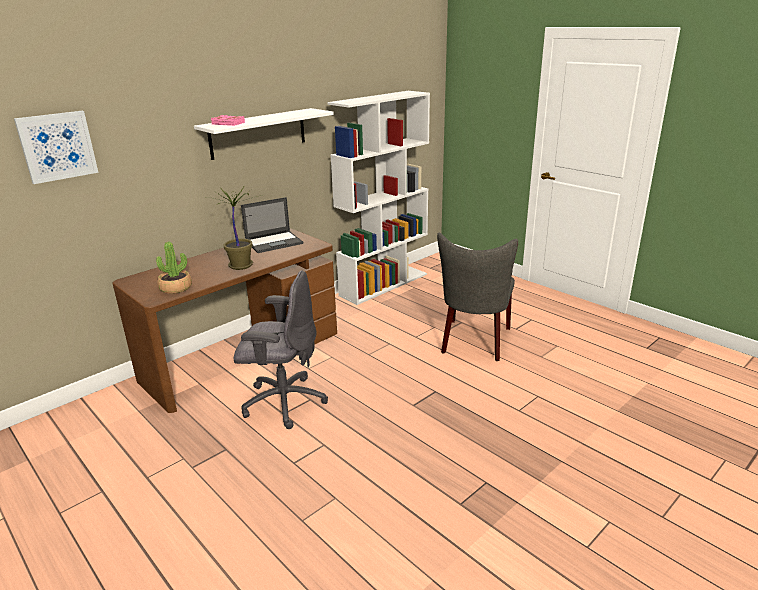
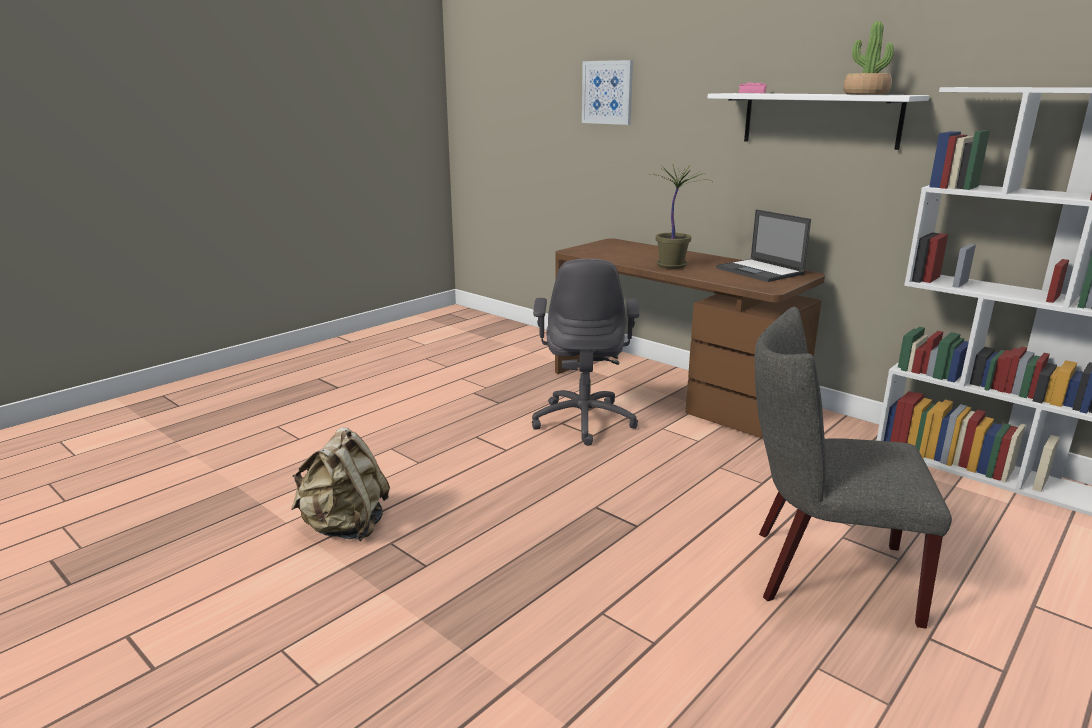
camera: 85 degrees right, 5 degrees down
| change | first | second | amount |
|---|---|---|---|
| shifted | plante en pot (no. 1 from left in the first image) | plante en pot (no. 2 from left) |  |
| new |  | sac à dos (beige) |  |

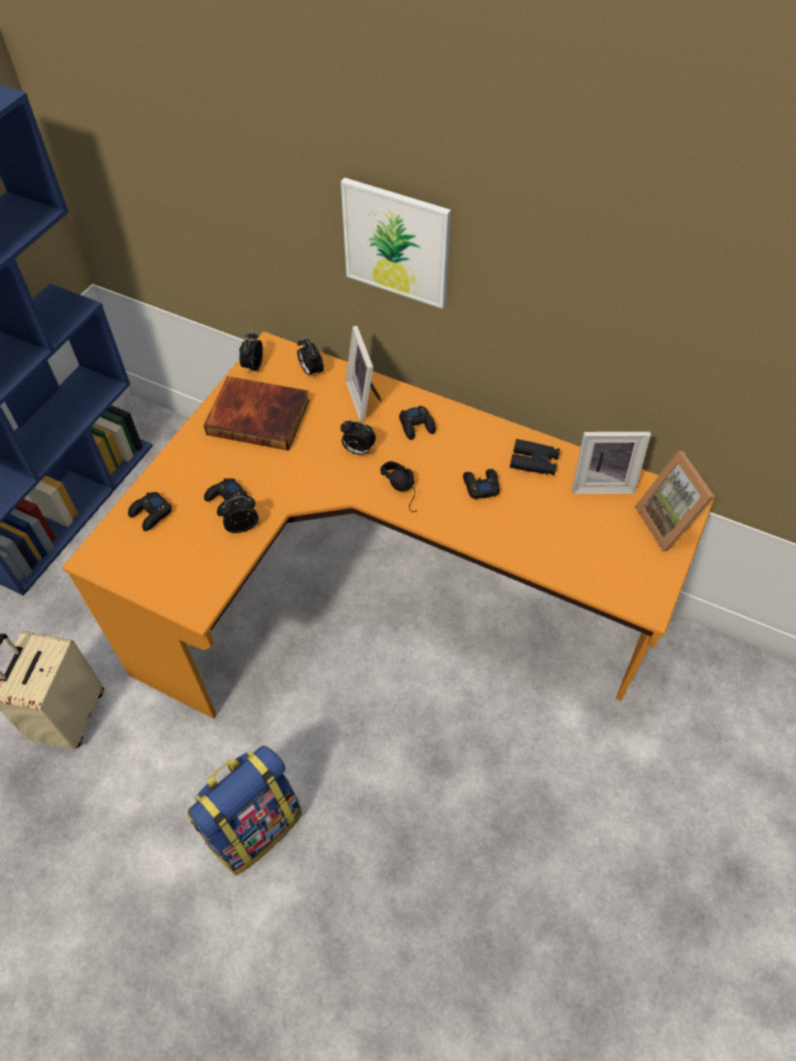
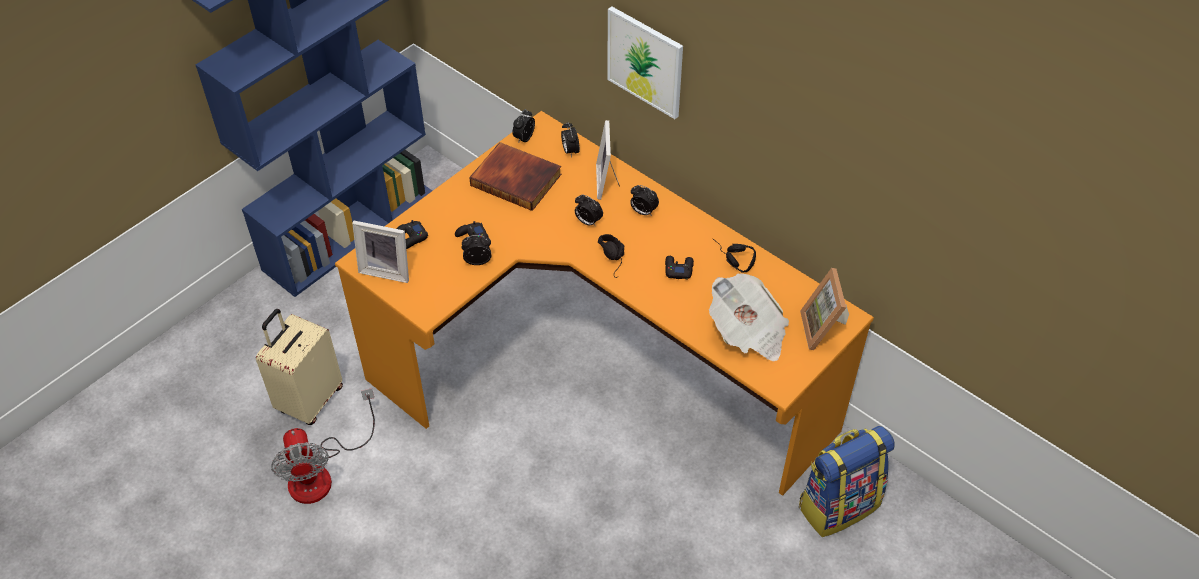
camera: 15 degrees right, 5 degrees down
| change | first | second | amount |
|---|---|---|---|
| swapped | manette (noir) (no. 3 from left) | réveil (no. 5 from left) |  |
| shifted | cadre photo (no. 2 from left in the first image) | cadre photo (no. 1 from left) |  |
| swapped | jumelles (noir) | casque audio (noir) (no. 2 from left) |  |
| shifted | sac à dos |  |  |
| new |  | journal |  |
| new |  | ventilateur |  |

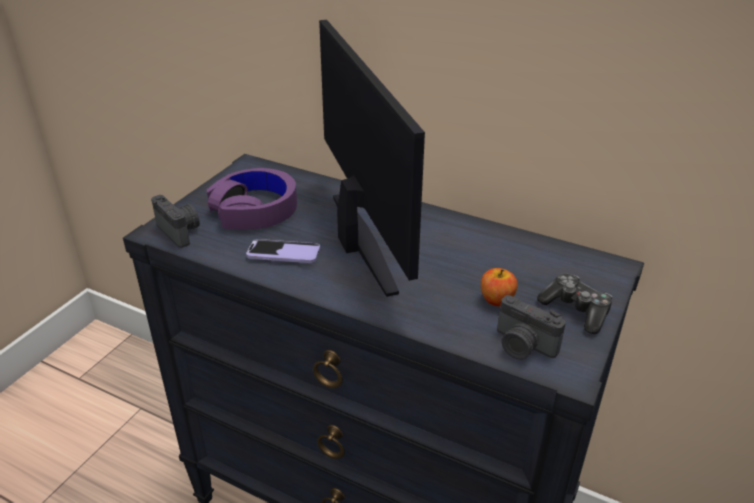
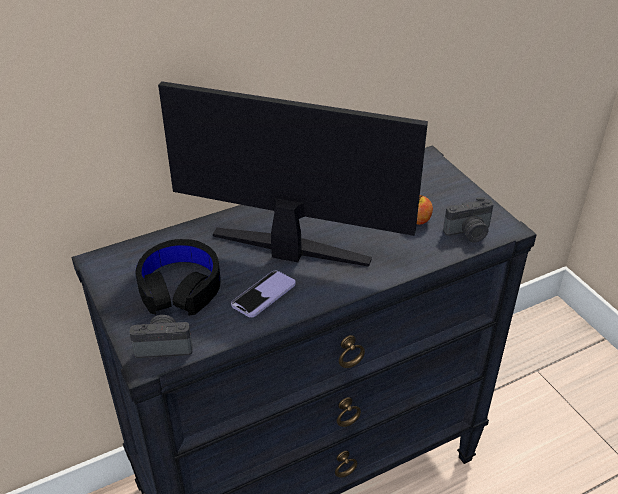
camera: 55 degrees left, 5 degrees up
| change | first | second | amount |
|---|---|---|---|
| repainted | casque audio (violet) | casque audio (noir) |  |
| gone | manette |  |  |

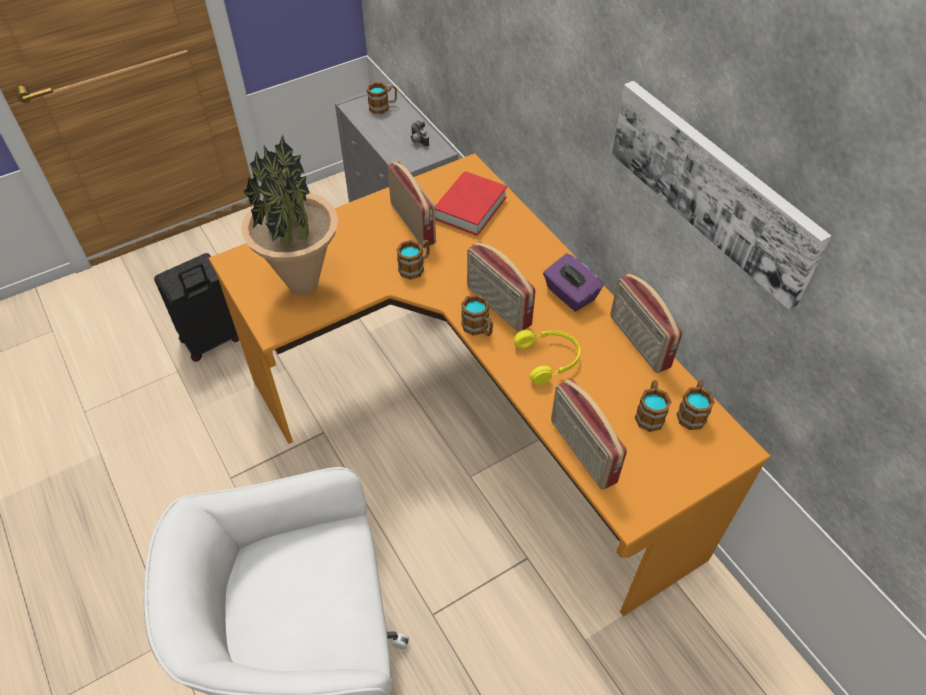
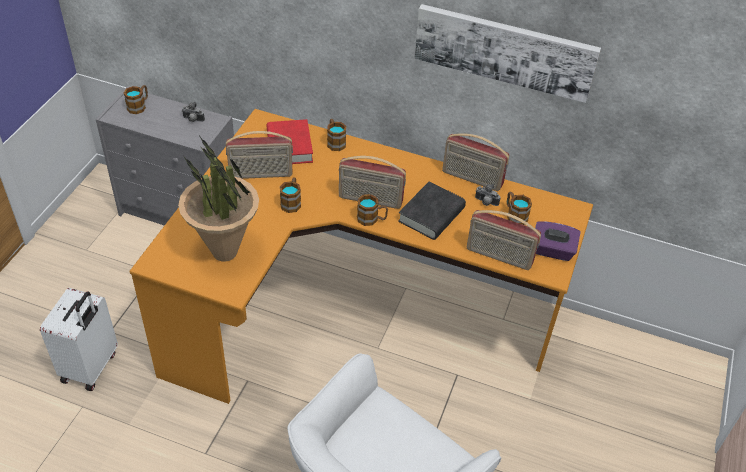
camera: 40 degrees left, 5 degrees down
| change | first | second | amount |
|---|---|---|---|
| rotated | radio (no. 1 from left) |  | 150 degrees clockwise |
| repainted | valise (noir) | valise (blanc) |  |
| shifted | boîte à mouchoirs (violet) |  |  |
| swapped | casque audio (jaune) | livre (noir) |  |
| shifted | mug (no. 5 from left in the first image) | mug (no. 3 from left) |  |
| new |  | appareil photo (no. 2 from left) |  |

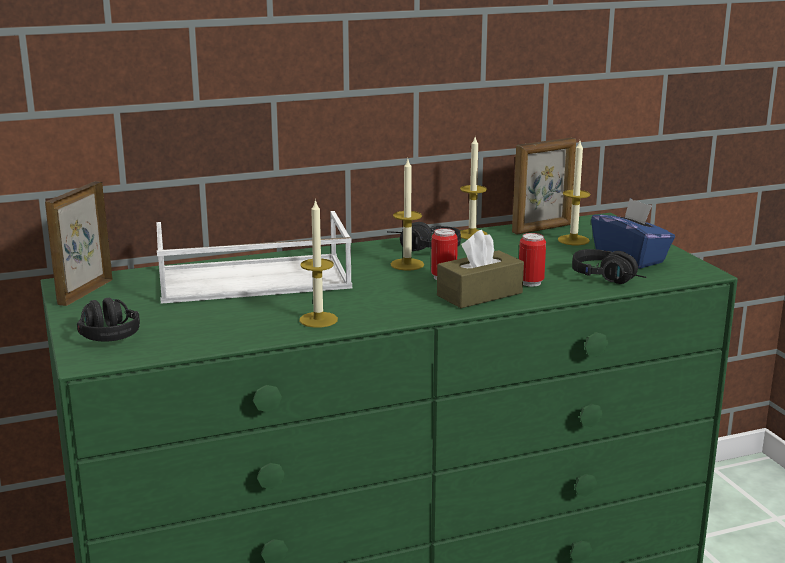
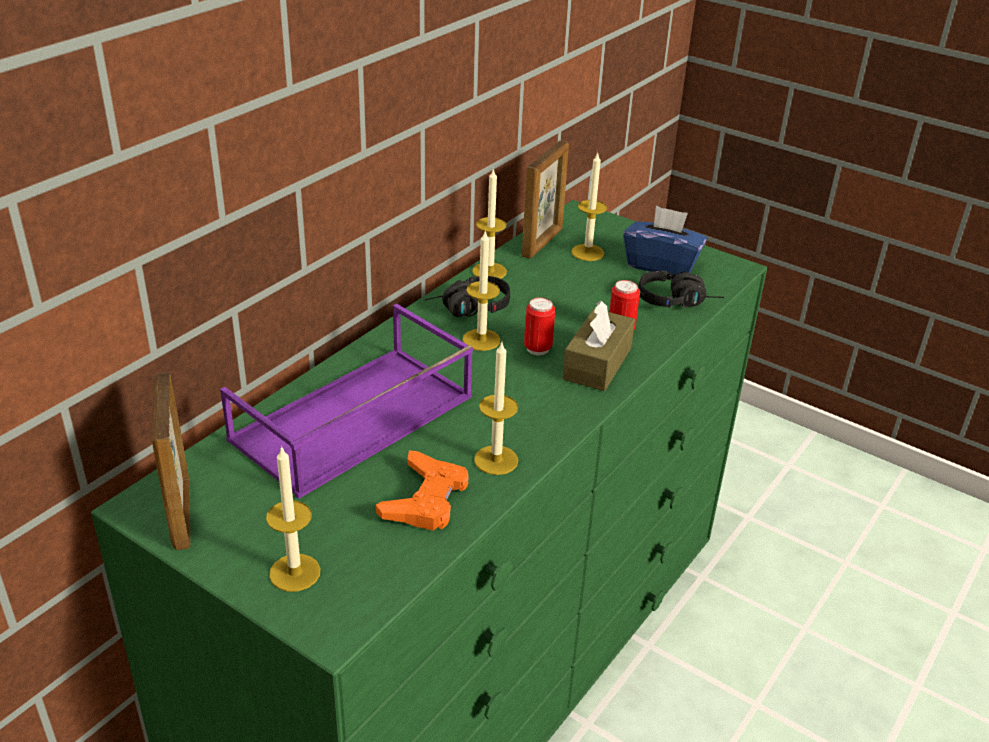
camera: 35 degrees left, 15 degrees up
| change | first | second | amount |
|---|---|---|---|
| repainted | plateau (blanc) | plateau (violet) |  |
| swapped | casque audio (noir) (no. 1 from left) | bougie (no. 1 from left) |  |
| new |  | manette (orange) |  |

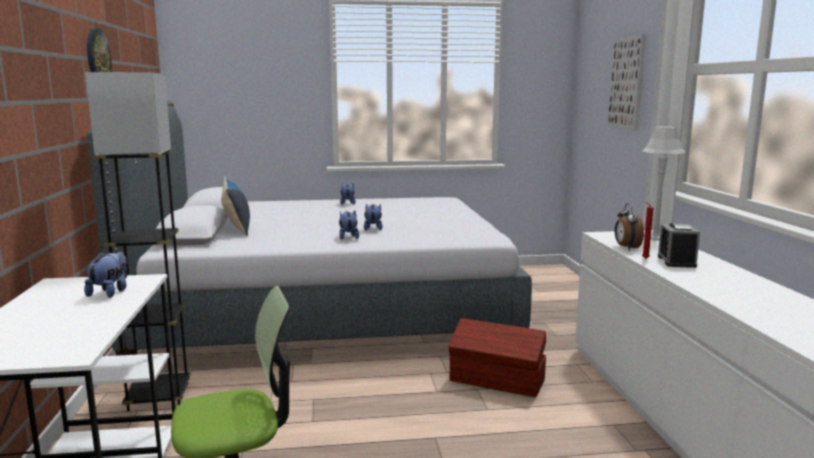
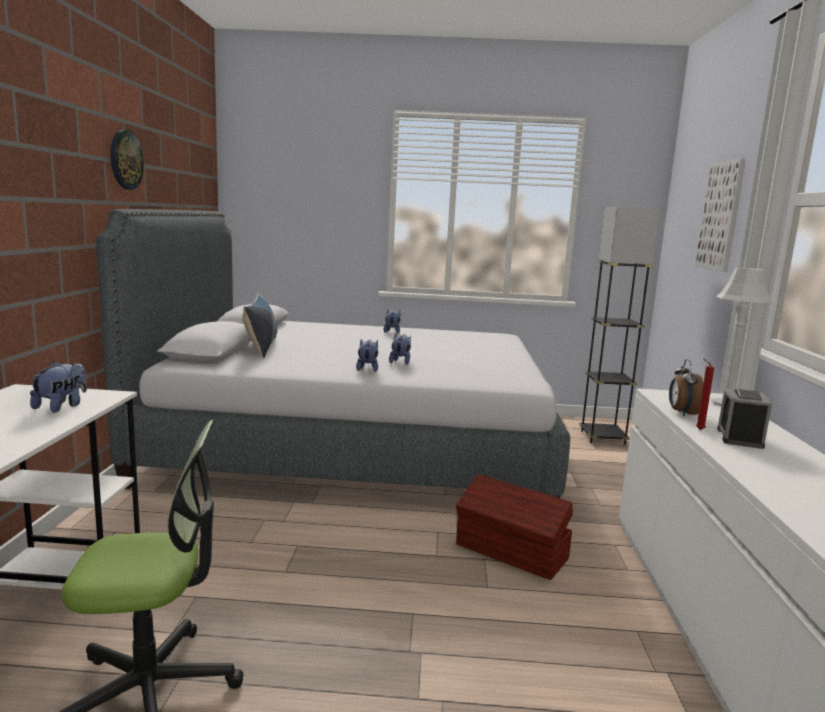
camera: 10 degrees right, 0 degrees up
| change | first | second | amount |
|---|---|---|---|
| shifted | lampadaire (gris) |  |  |

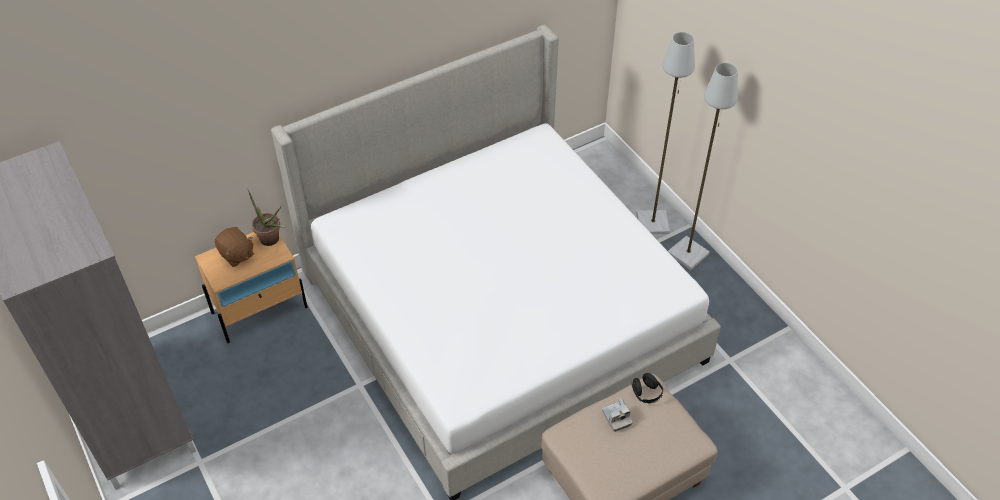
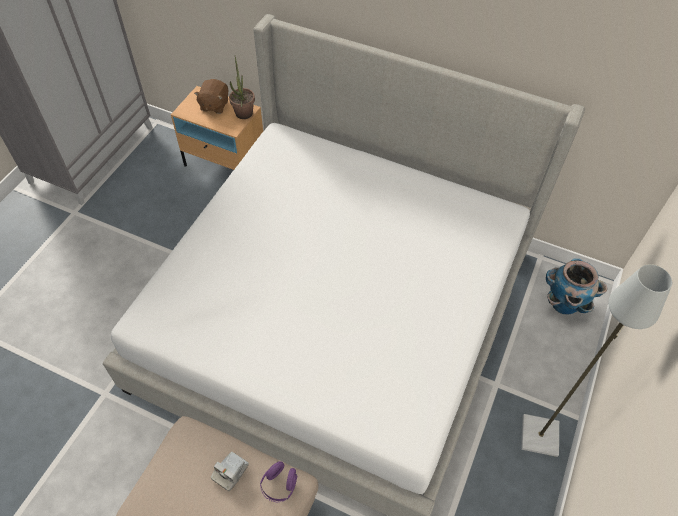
camera: 55 degrees right, 5 degrees up
| change | first | second | amount |
|---|---|---|---|
| gone | lampadaire (gris) (no. 1 from left) |  |  |
| repainted | casque audio (noir) | casque audio (violet) |  |
| new |  | cache-pot |  |

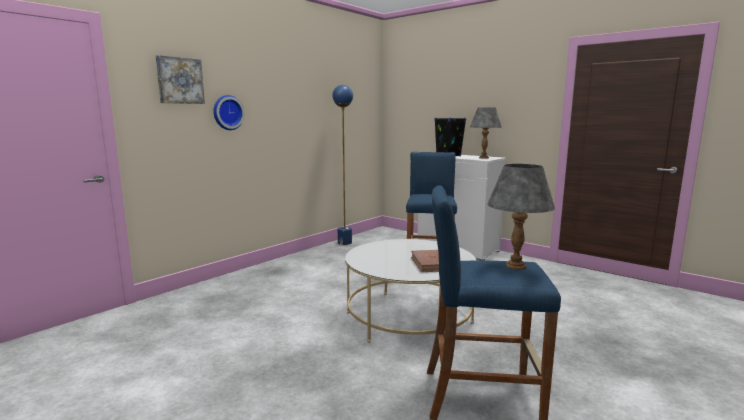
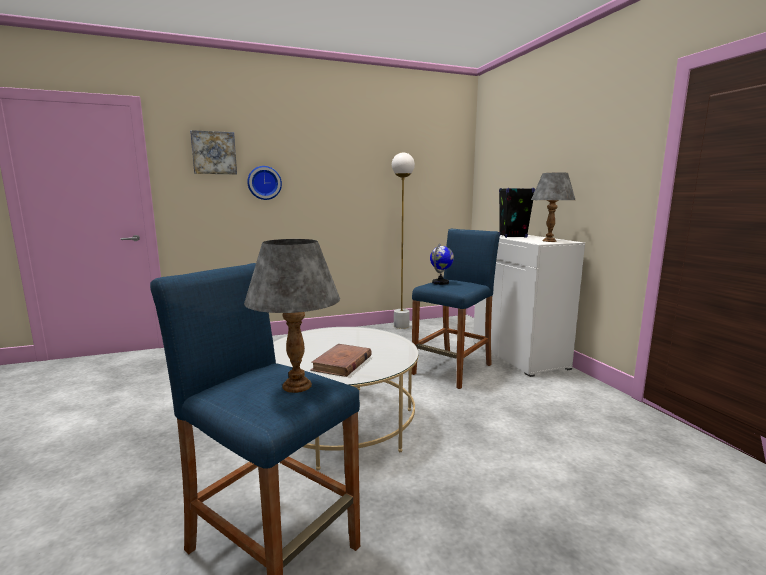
camera: 30 degrees right, 0 degrees up
| change | first | second | amount |
|---|---|---|---|
| repainted | lampadaire (bleu) | lampadaire (blanc) |  |
| new |  | globe |  |

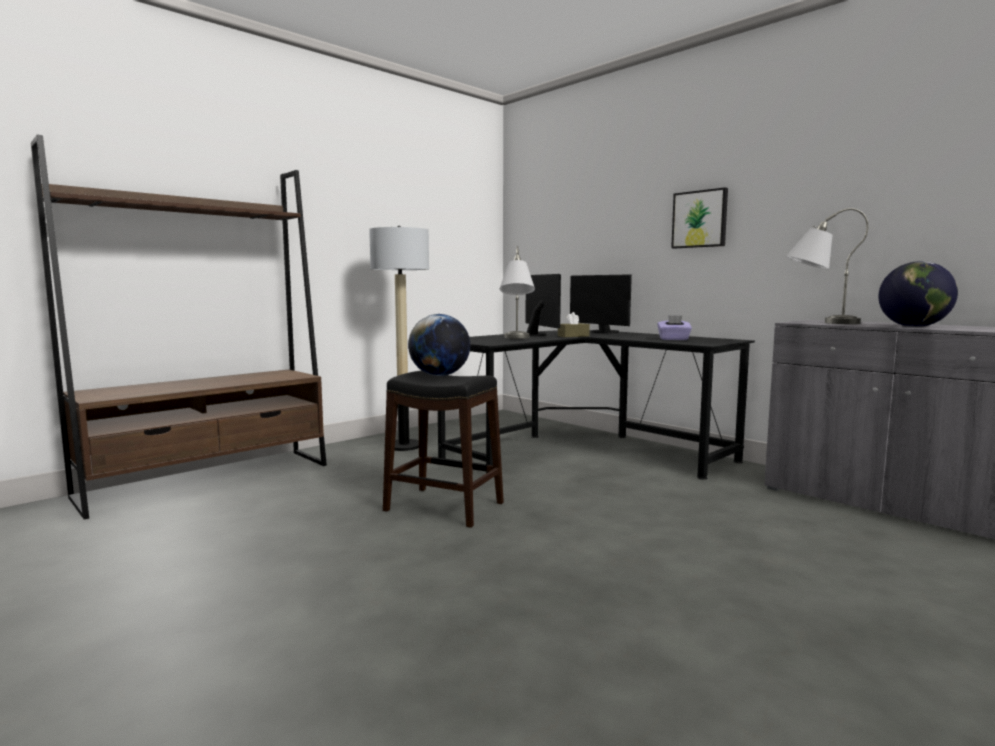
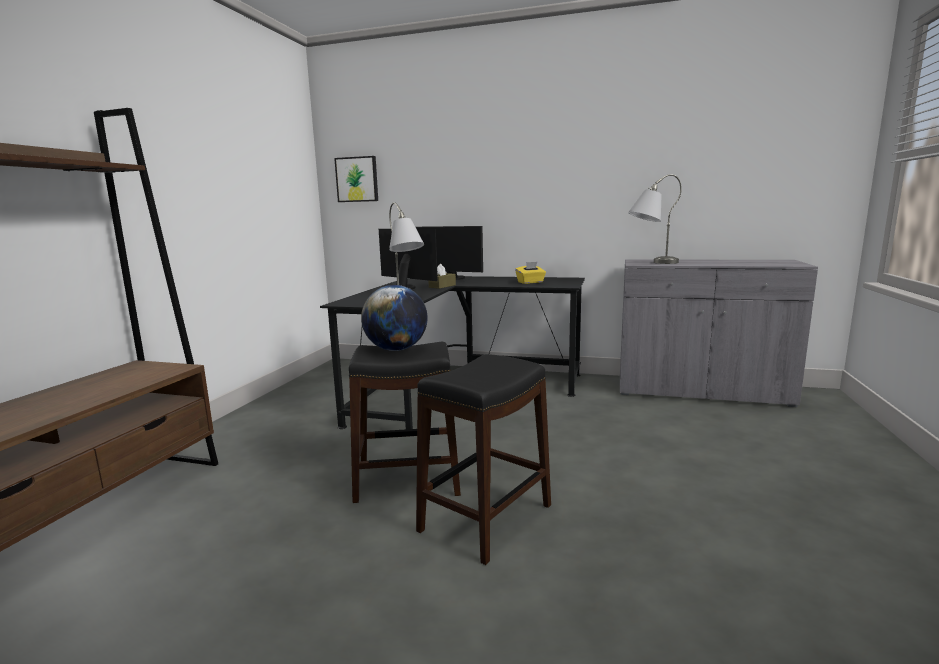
camera: 30 degrees left, 5 degrees up
| change | first | second | amount |
|---|---|---|---|
| shifted | tableau |  |  |
| gone | lampadaire |  |  |
| gone | globe (no. 2 from left) |  |  |
| repainted | boîte à mouchoirs (violet) | boîte à mouchoirs (jaune) |  |
| new |  | tabouret (noir) (no. 2 from left) |  |

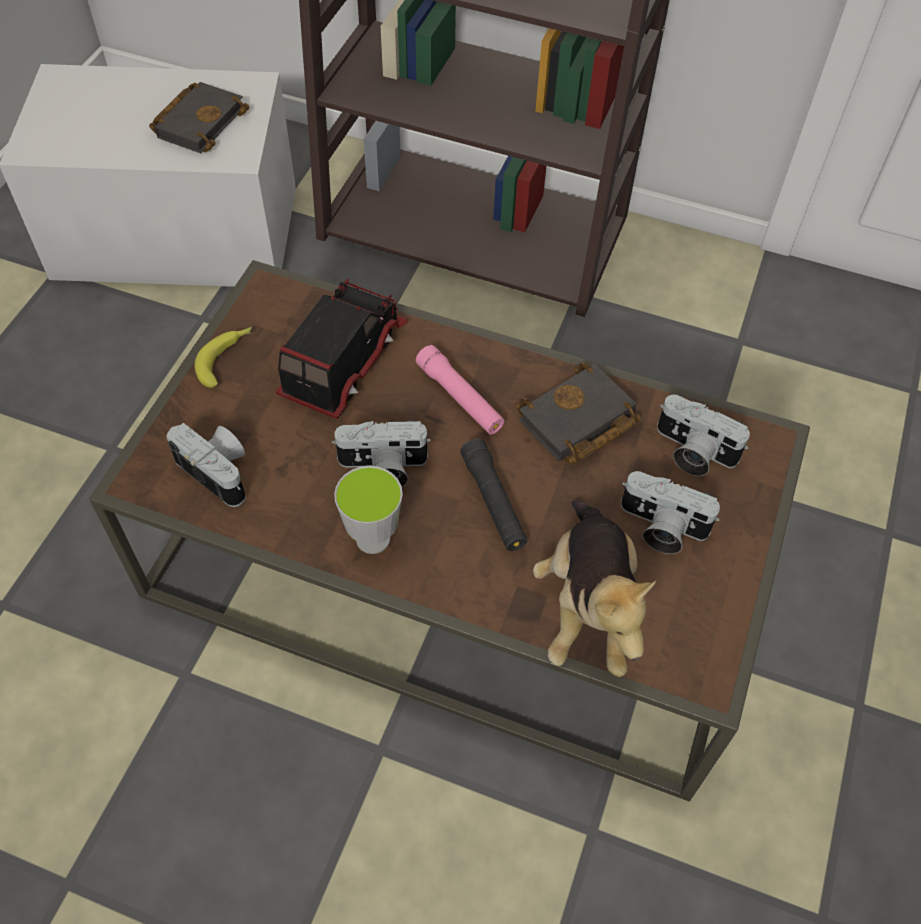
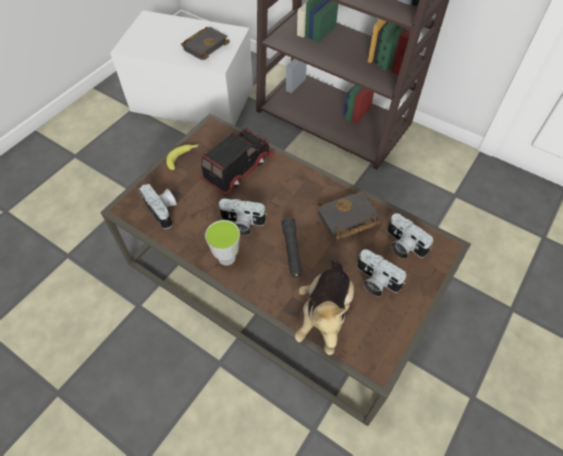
camera: 15 degrees right, 0 degrees up
| change | first | second | amount |
|---|---|---|---|
| gone | lampe de poche (rose) |  |  |

